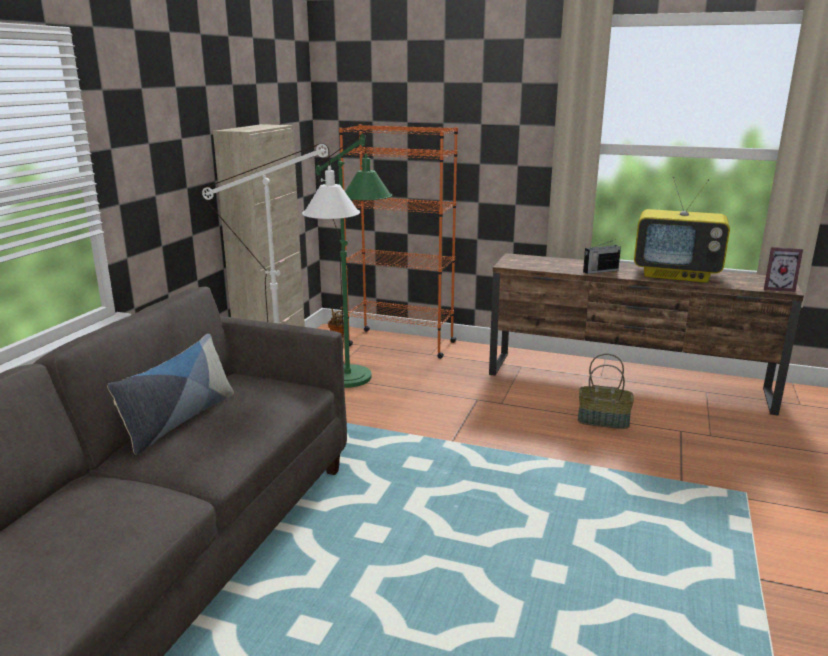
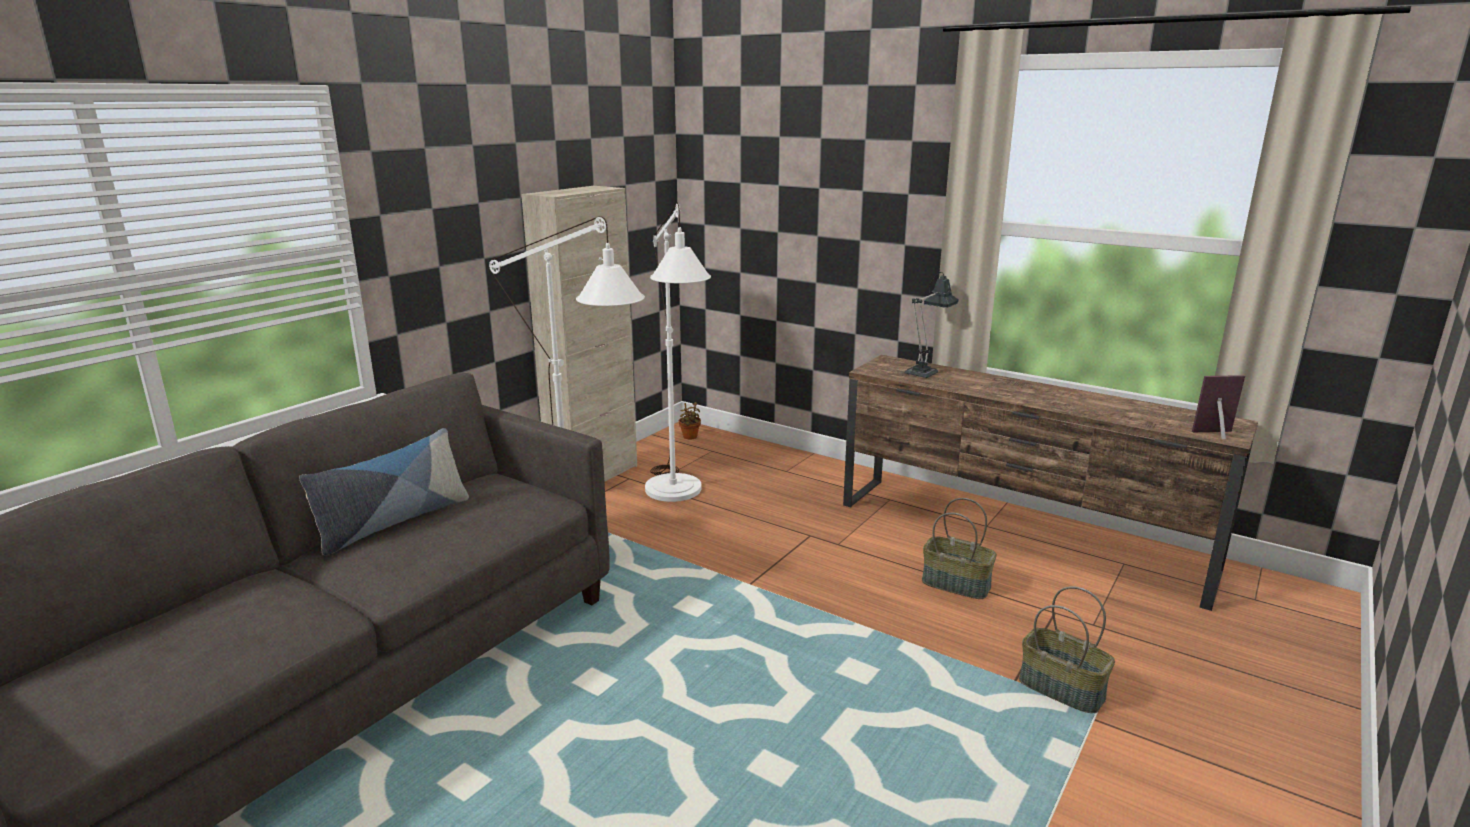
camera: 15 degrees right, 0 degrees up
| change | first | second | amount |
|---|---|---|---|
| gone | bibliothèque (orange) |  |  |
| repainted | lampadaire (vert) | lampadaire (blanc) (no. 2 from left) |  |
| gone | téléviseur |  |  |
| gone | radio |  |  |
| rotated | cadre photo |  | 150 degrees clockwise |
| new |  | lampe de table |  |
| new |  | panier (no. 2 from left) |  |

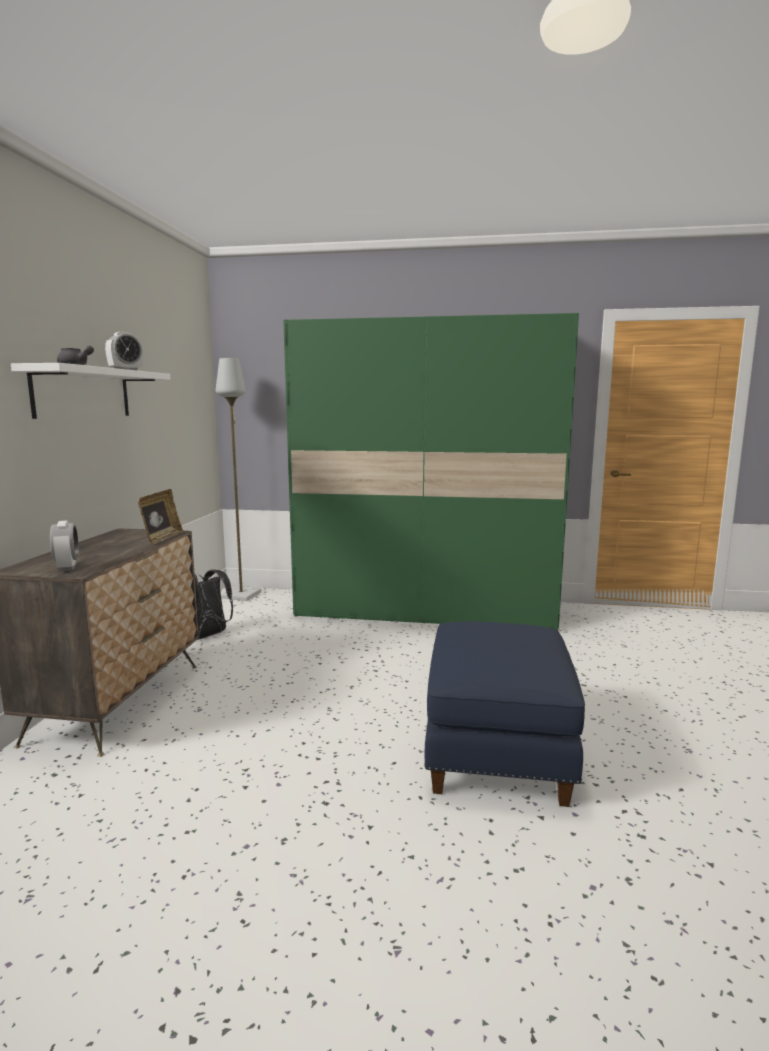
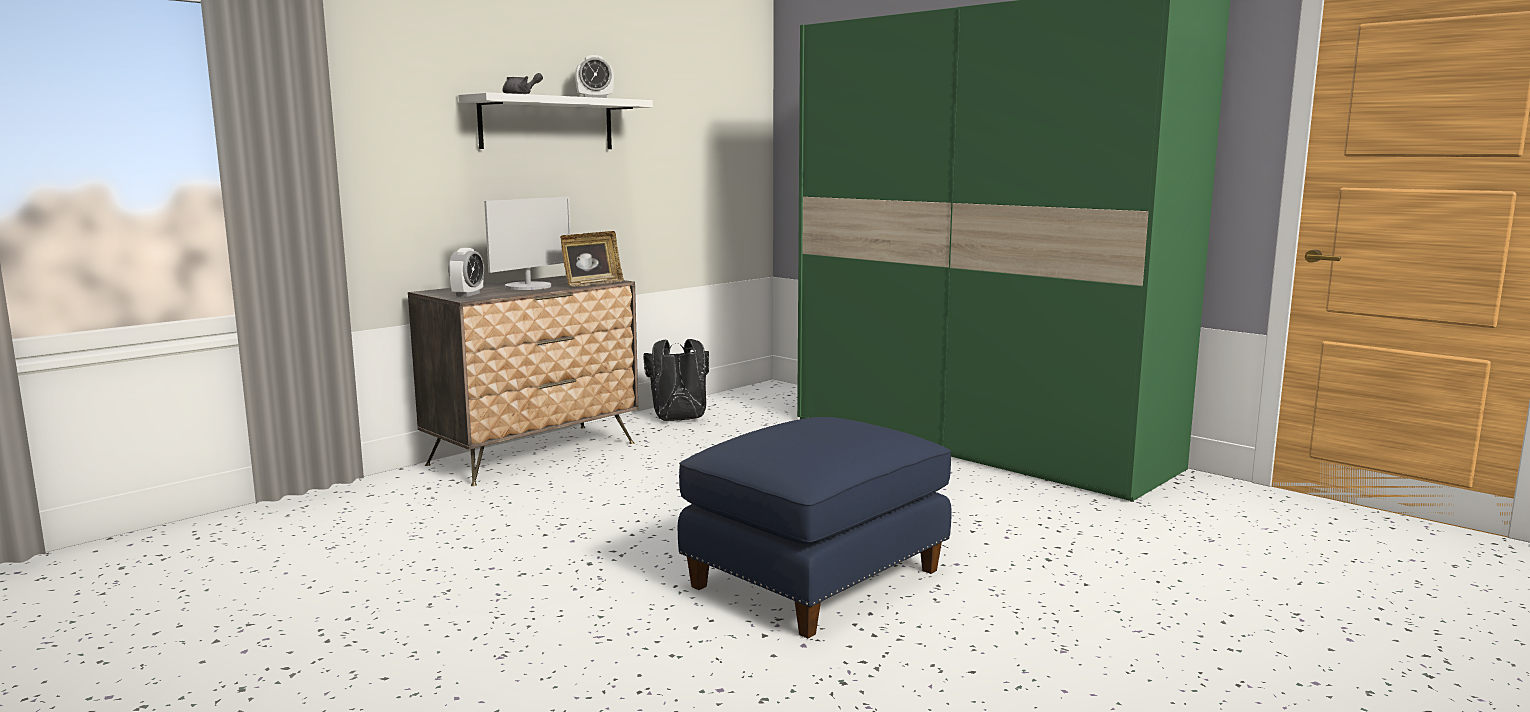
camera: 35 degrees right, 0 degrees up
| change | first | second | amount |
|---|---|---|---|
| gone | lampadaire (gris) |  |  |
| new |  | écran d'ordinateur |  |

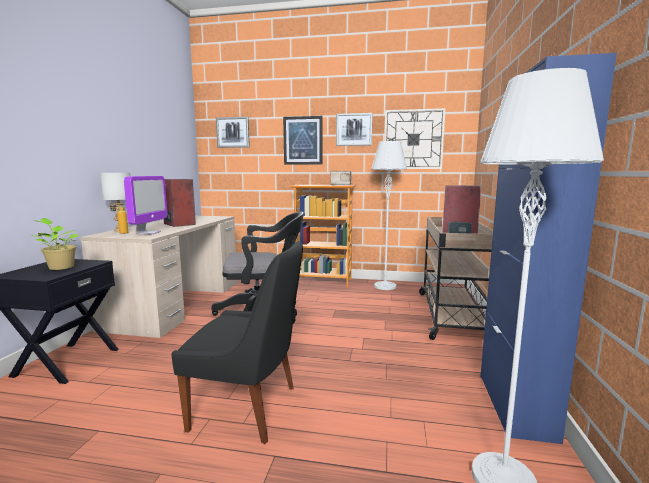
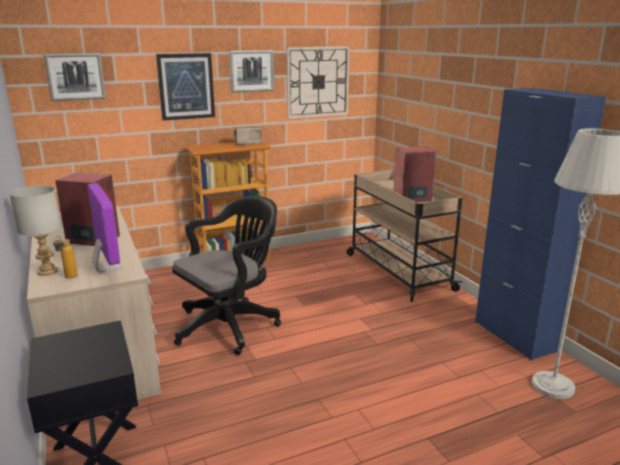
camera: 35 degrees left, 10 degrees up
| change | first | second | amount |
|---|---|---|---|
| gone | lampadaire (gris) (no. 1 from left) |  |  |
| gone | plante en pot |  |  |
| gone | chaise (noir) |  |  |

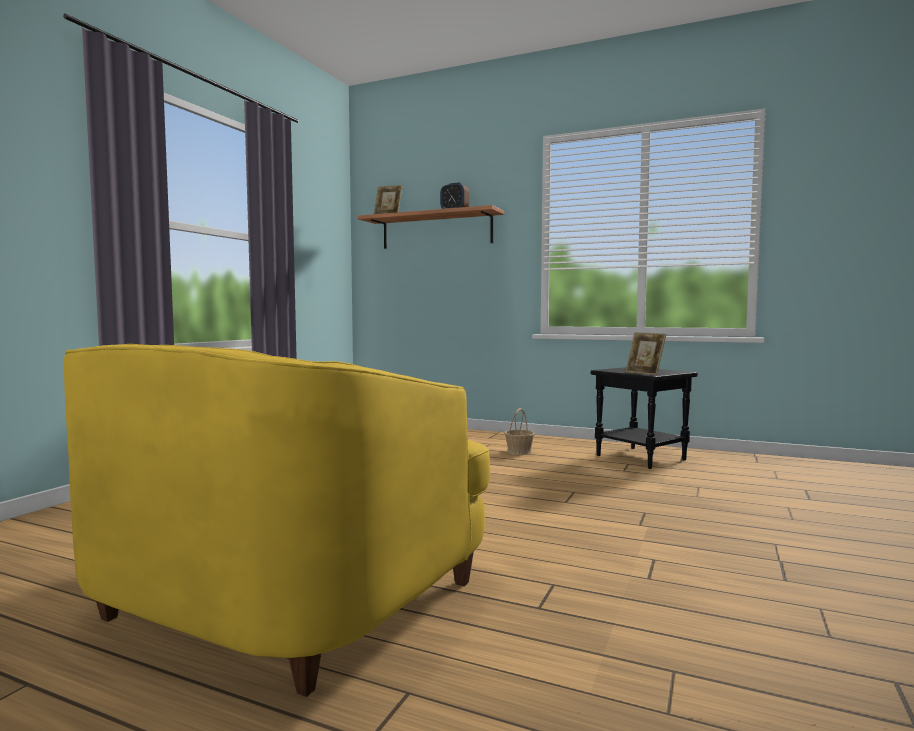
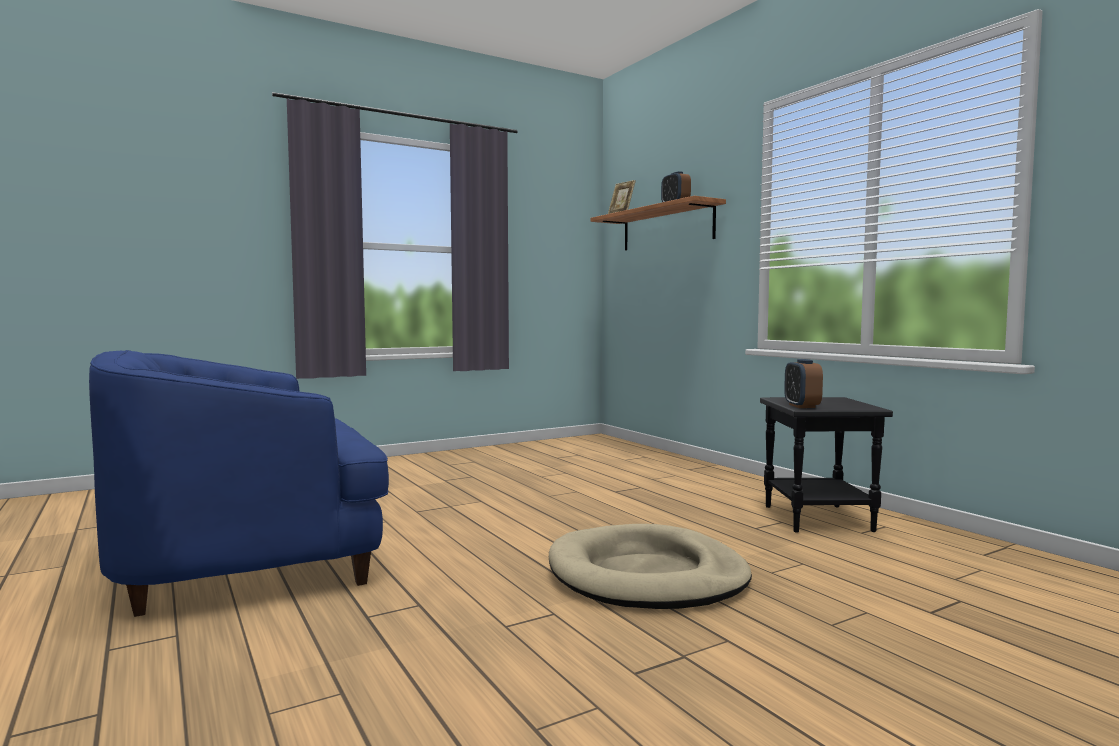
camera: 35 degrees right, 0 degrees up
| change | first | second | amount |
|---|---|---|---|
| swapped | cadre photo (no. 2 from left) | réveil (no. 2 from left) |  |
| repainted | fauteuil (jaune) | fauteuil (bleu) |  |
| gone | panier |  |  |
| new |  | panier pour chien (beige) |  |

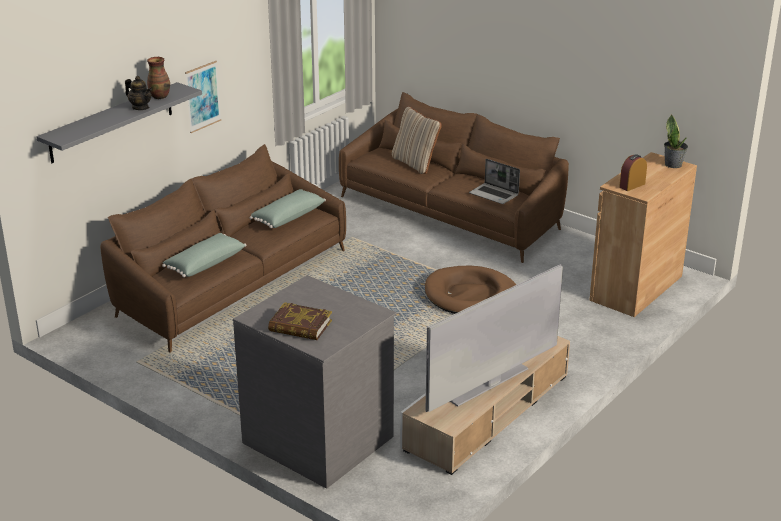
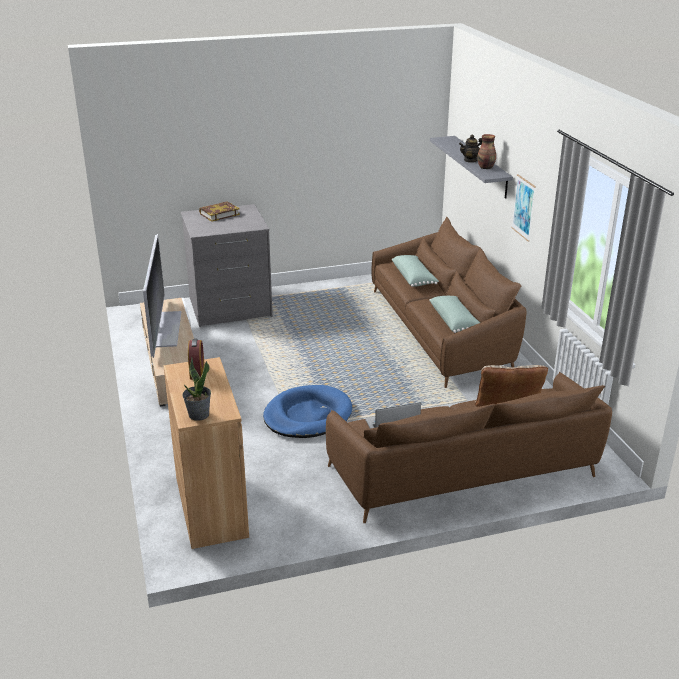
camera: 125 degrees right, 0 degrees up
| change | first | second | amount |
|---|---|---|---|
| repainted | panier pour chien (marron) | panier pour chien (bleu) |  |

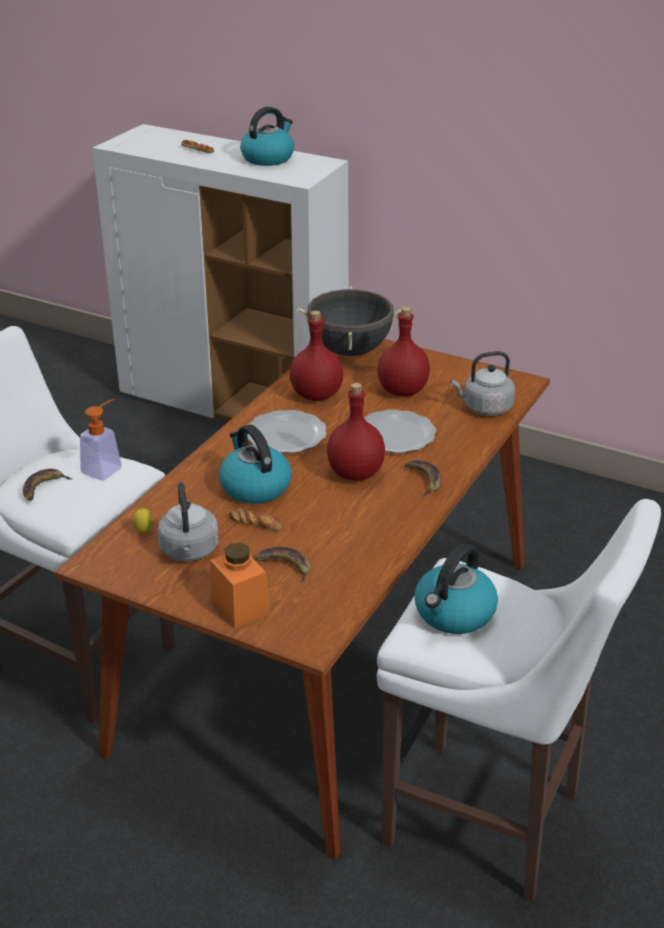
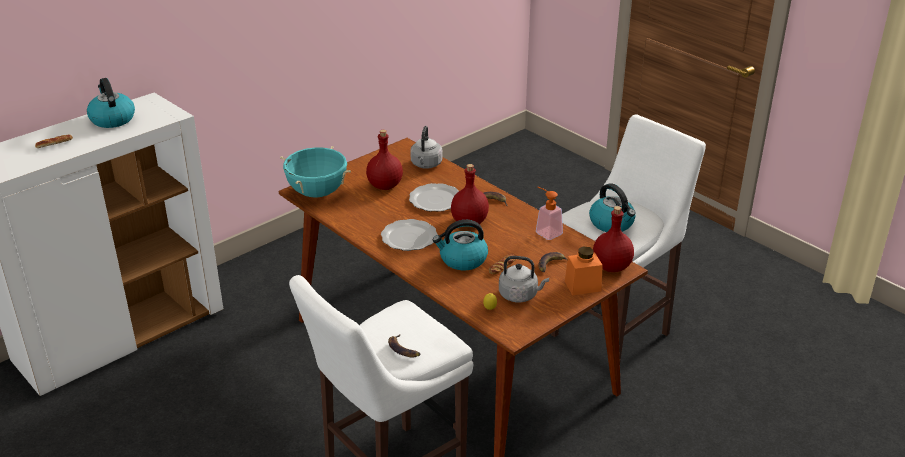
camera: 70 degrees left, 0 degrees up
| change | first | second | amount |
|---|---|---|---|
| repainted | marmite (noir) | marmite (turquoise) |  |
| shifted | bouteille (rouge) (no. 1 from left in the first image) | bouteille (rouge) (no. 3 from left) |  |
| shifted | distributeur de savon |  |  |

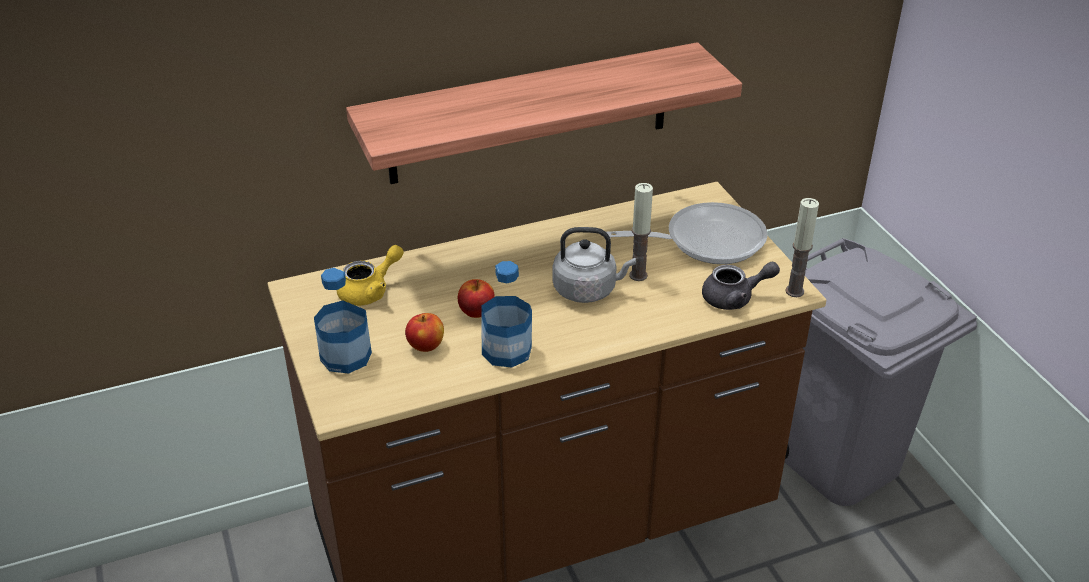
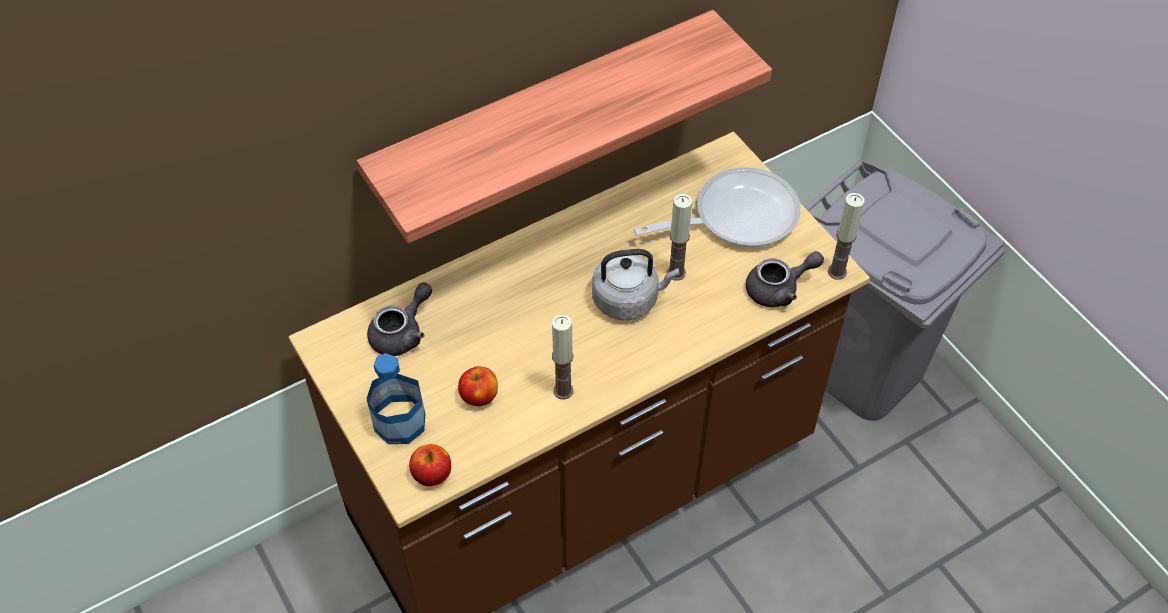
camera: 10 degrees left, 15 degrees up
| change | first | second | amount |
|---|---|---|---|
| repainted | théière (jaune) | théière (gris) (no. 1 from left) |  |
| swapped | bouteille (no. 2 from left) | bougie (no. 1 from left) |  |
| shifted | pomme (no. 2 from left in the first image) | pomme (no. 1 from left) |  |

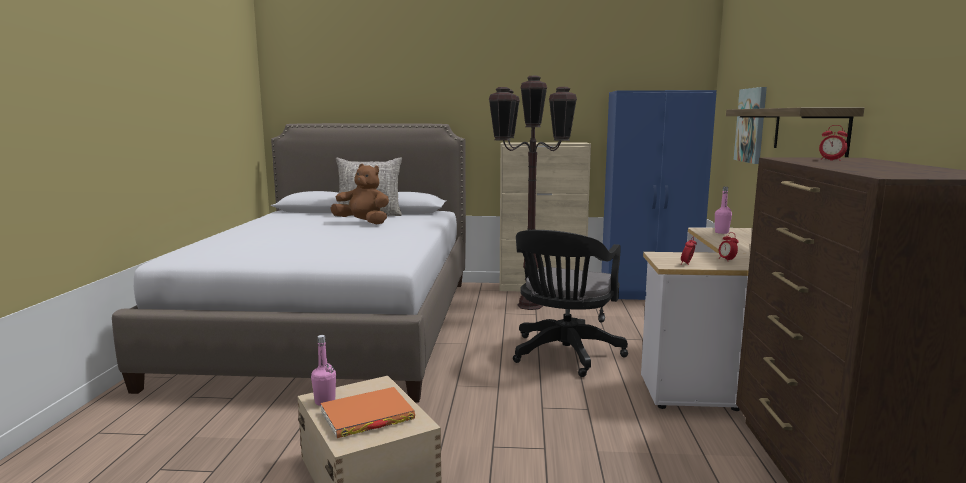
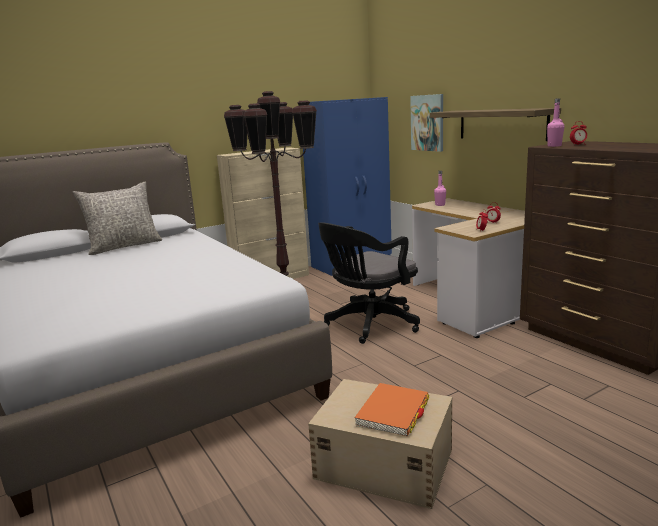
camera: 35 degrees left, 5 degrees up
| change | first | second | amount |
|---|---|---|---|
| gone | peluche (marron) |  |  |
| rotated | chaise de bureau (noir) |  | 60 degrees clockwise |
| shifted | bouteille (rose) (no. 1 from left in the first image) | bouteille (rose) (no. 2 from left) |  |

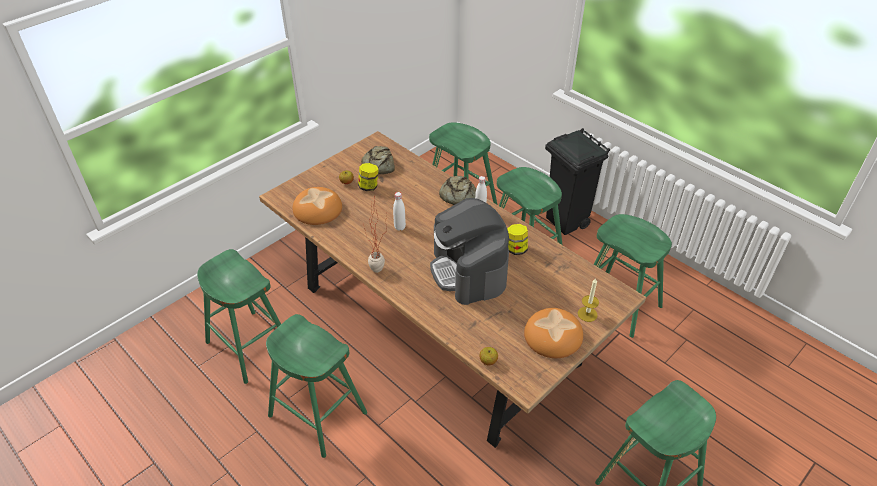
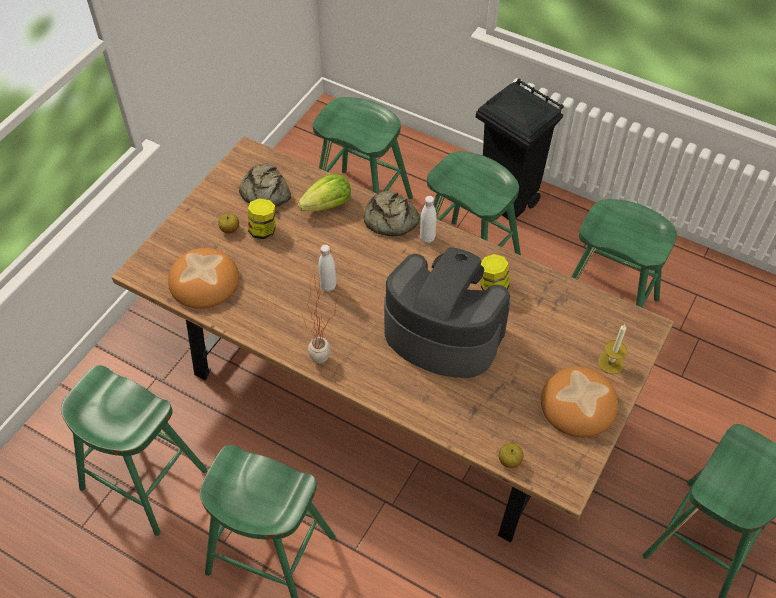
camera: 15 degrees left, 10 degrees up
| change | first | second | amount |
|---|---|---|---|
| rotated | machine à café |  | 150 degrees clockwise |
| new |  | laitue |  |

